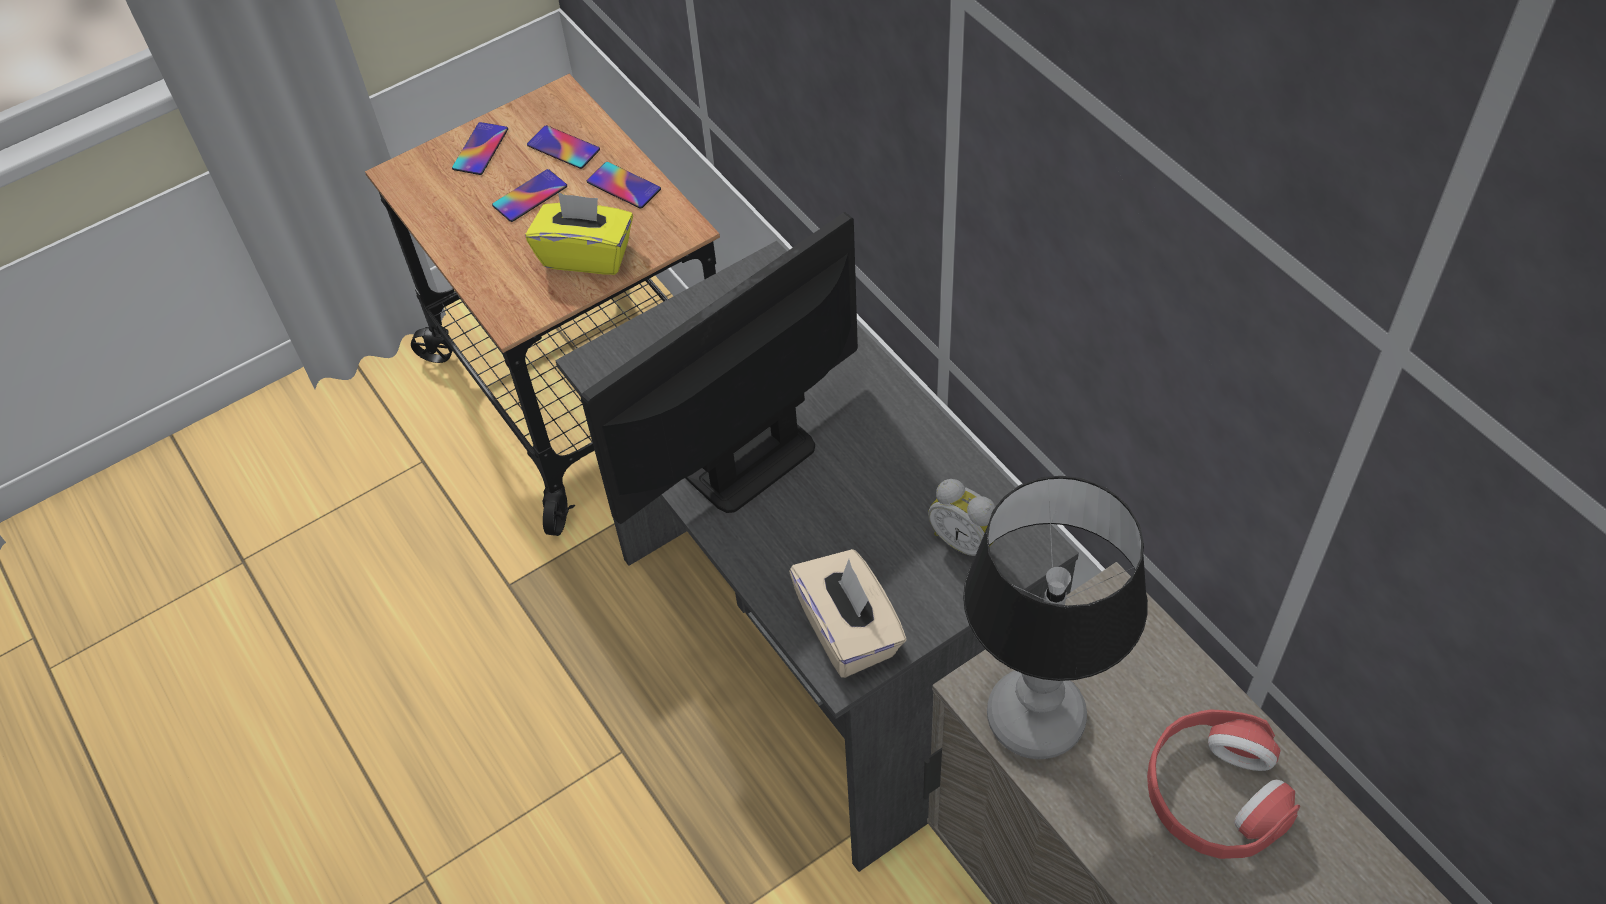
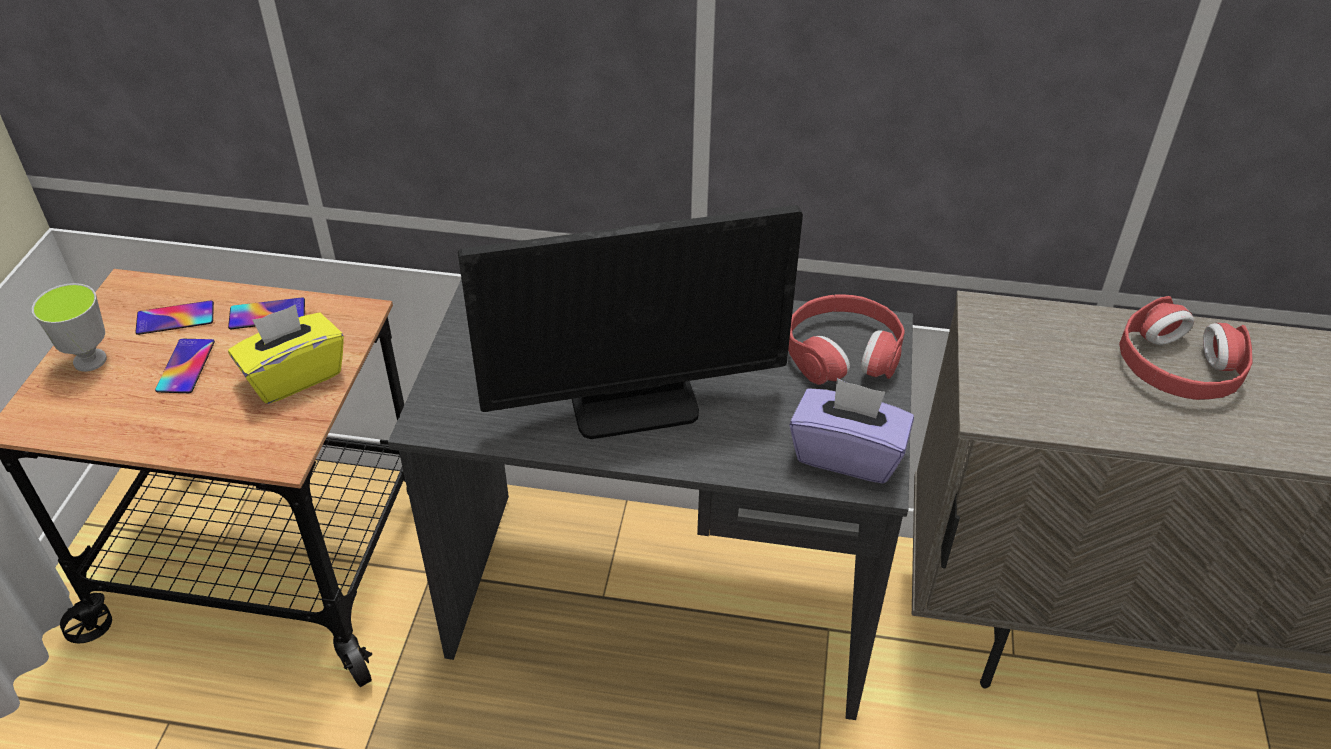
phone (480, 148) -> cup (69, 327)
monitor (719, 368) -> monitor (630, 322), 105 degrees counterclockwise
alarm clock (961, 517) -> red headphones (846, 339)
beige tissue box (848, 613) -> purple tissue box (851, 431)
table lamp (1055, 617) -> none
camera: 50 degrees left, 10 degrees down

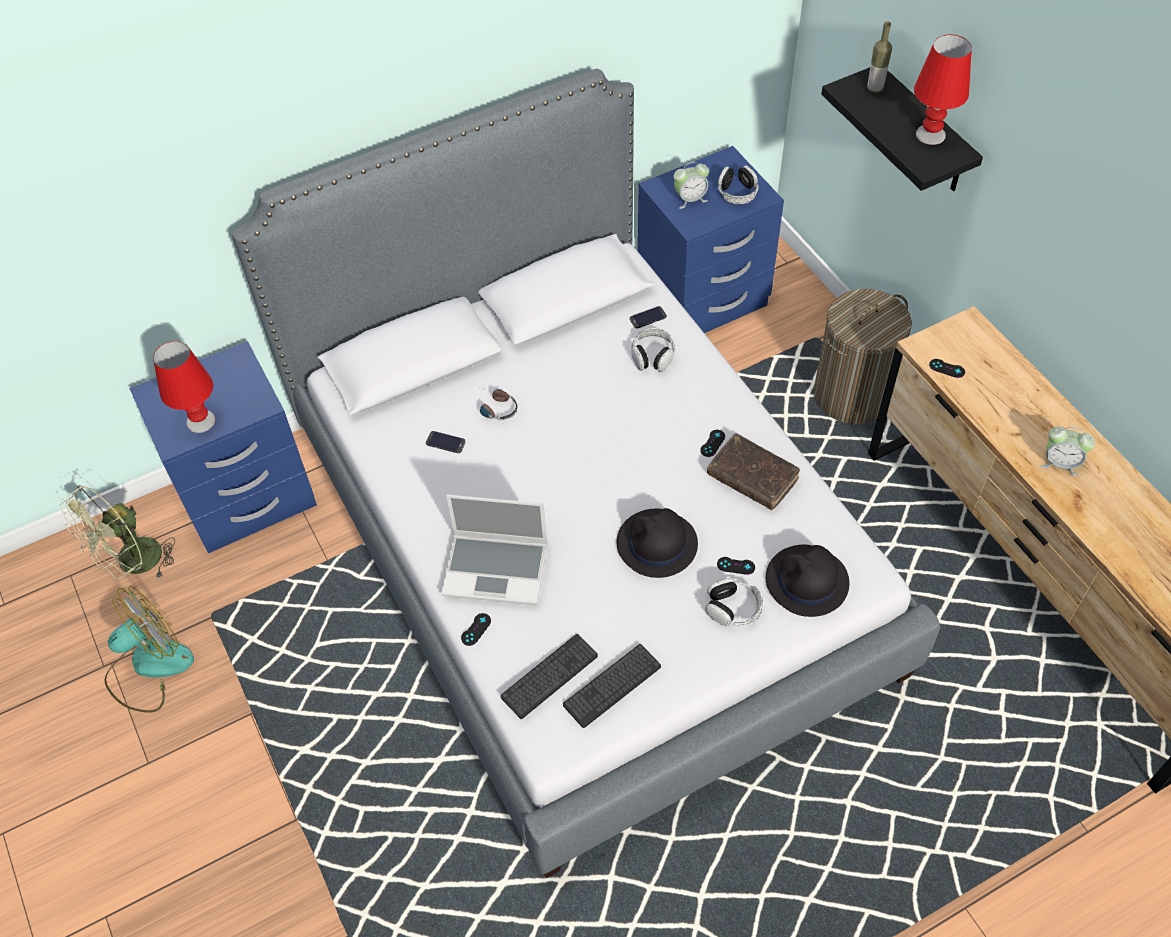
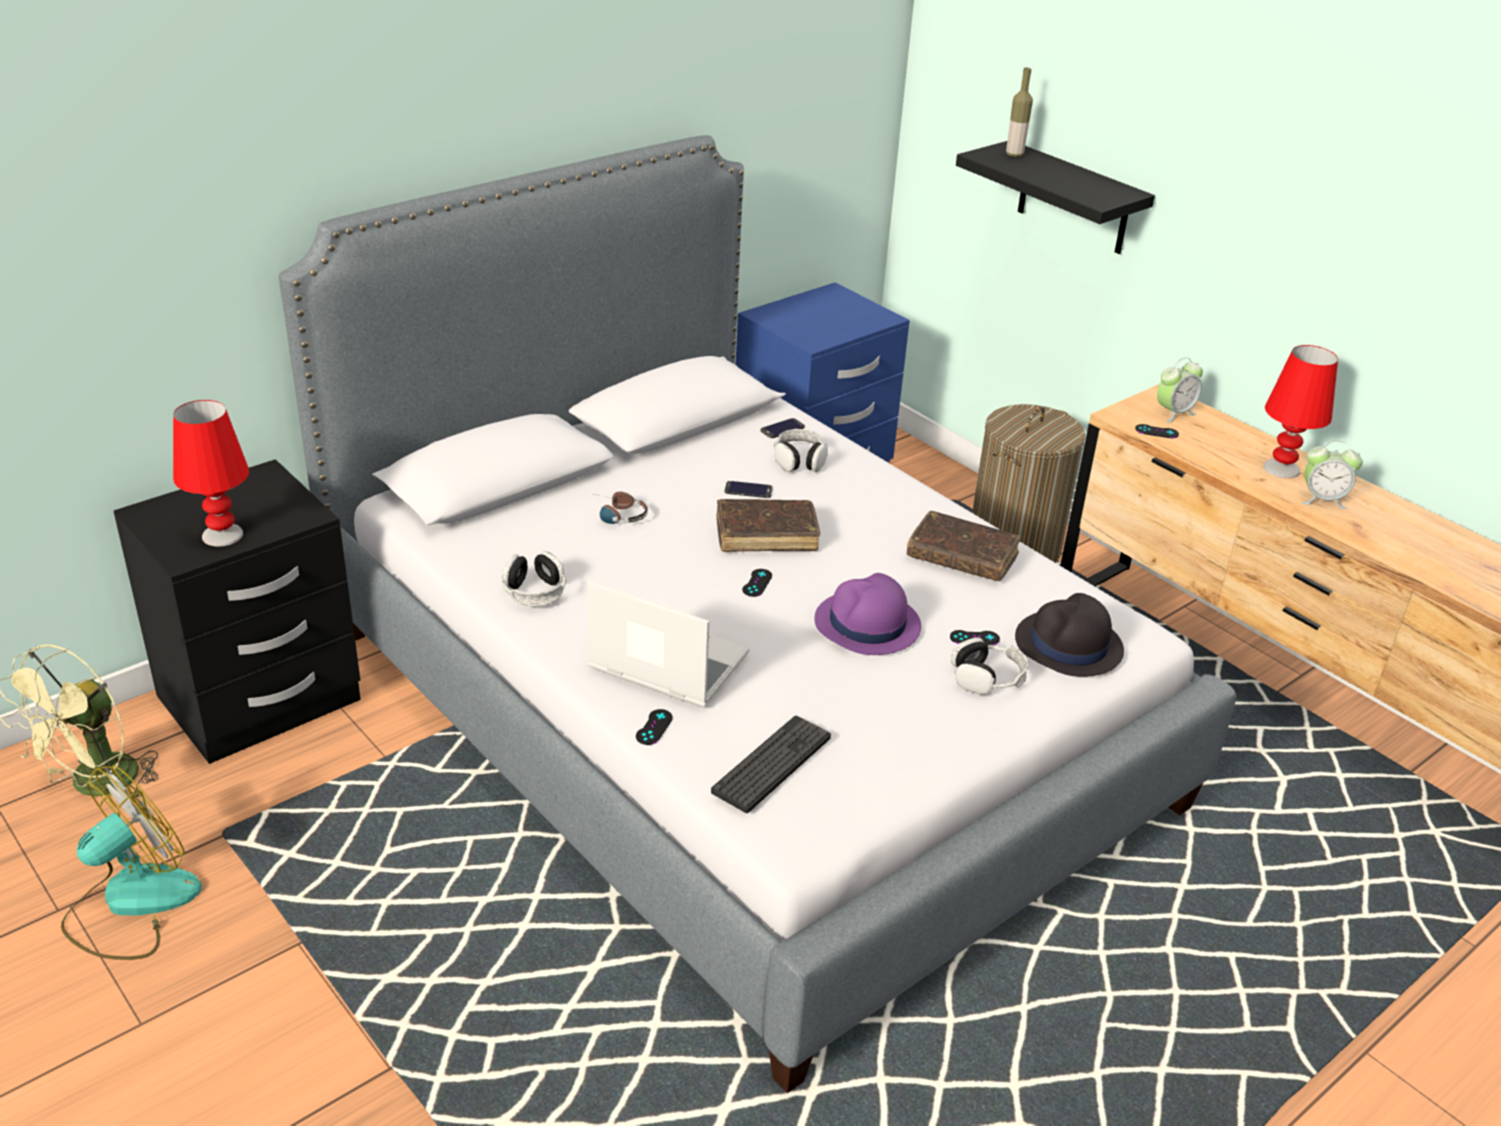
blue nightstand (223, 447) -> black nightstand (237, 611)
headphones (738, 184) -> headphones (534, 579), moved
laptop (494, 549) -> laptop (668, 644), 150 degrees counterclockwise
none -> brown book (768, 525)
phone (446, 442) -> phone (749, 489), moved
black game controller (712, 443) -> black game controller (757, 583), moved
black hat (657, 543) -> purple hat (867, 614)
alarm clock (691, 185) -> alarm clock (1180, 390), moved
red table lamp (943, 89) -> red table lamp (1301, 411), moved
keyboard (612, 686) -> none
camera: 15 degrees left, 20 degrees down

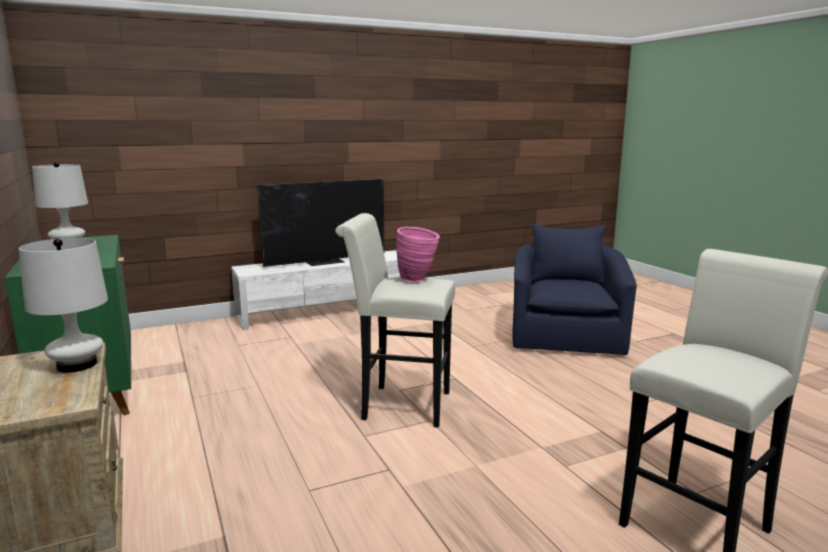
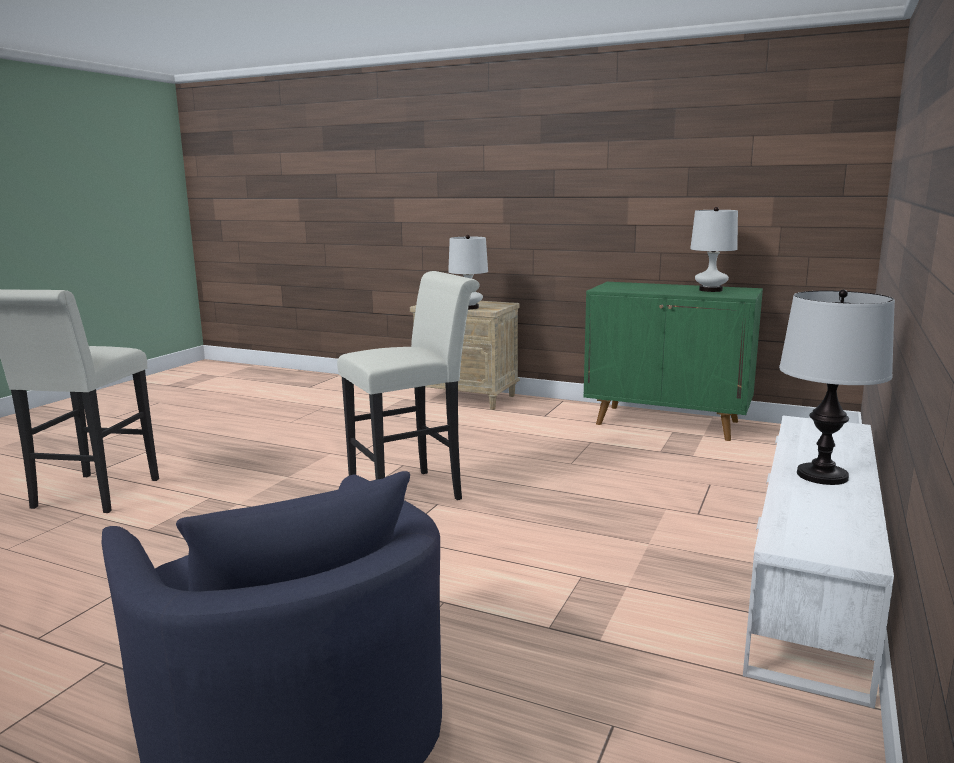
television (321, 223) -> table lamp (837, 387)
pink vase (418, 255) -> none
camera: 140 degrees right, 0 degrees up

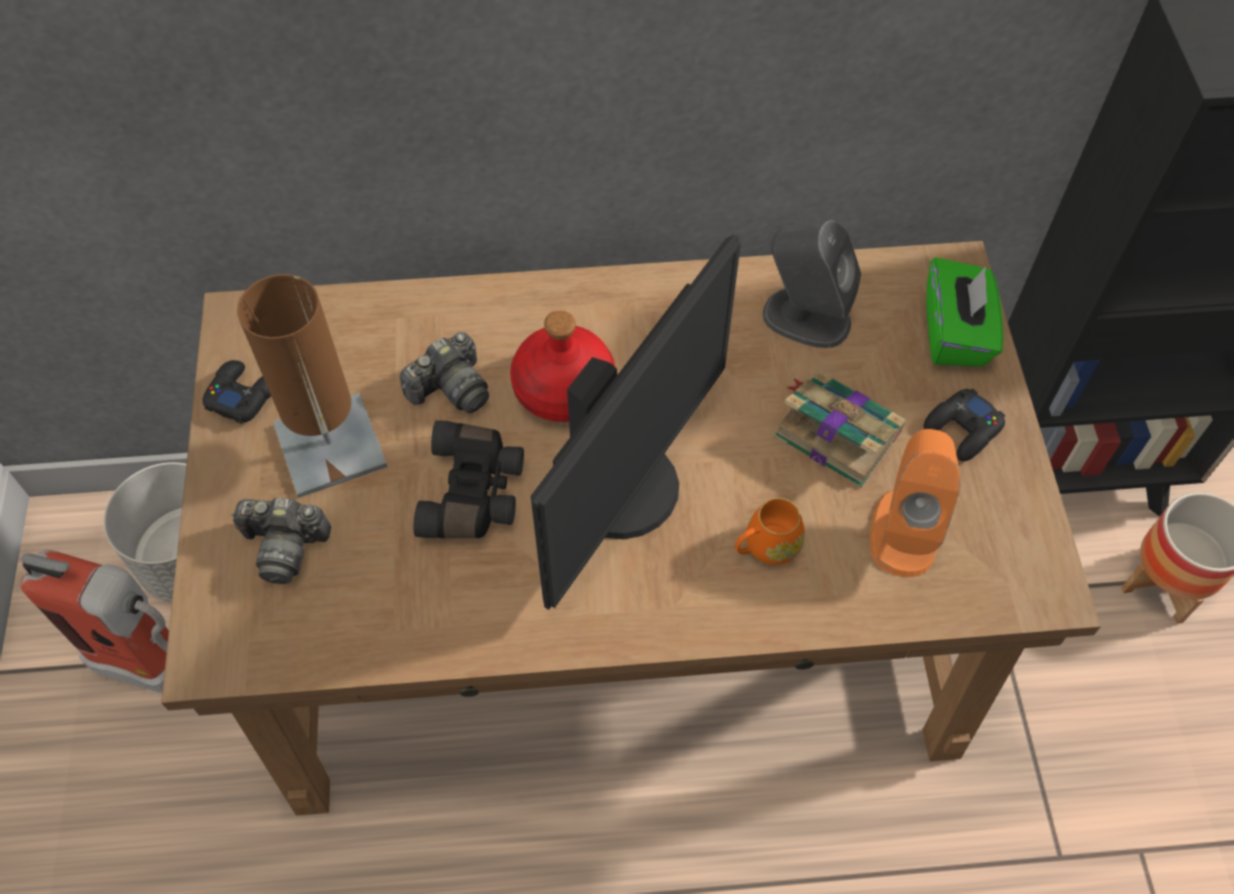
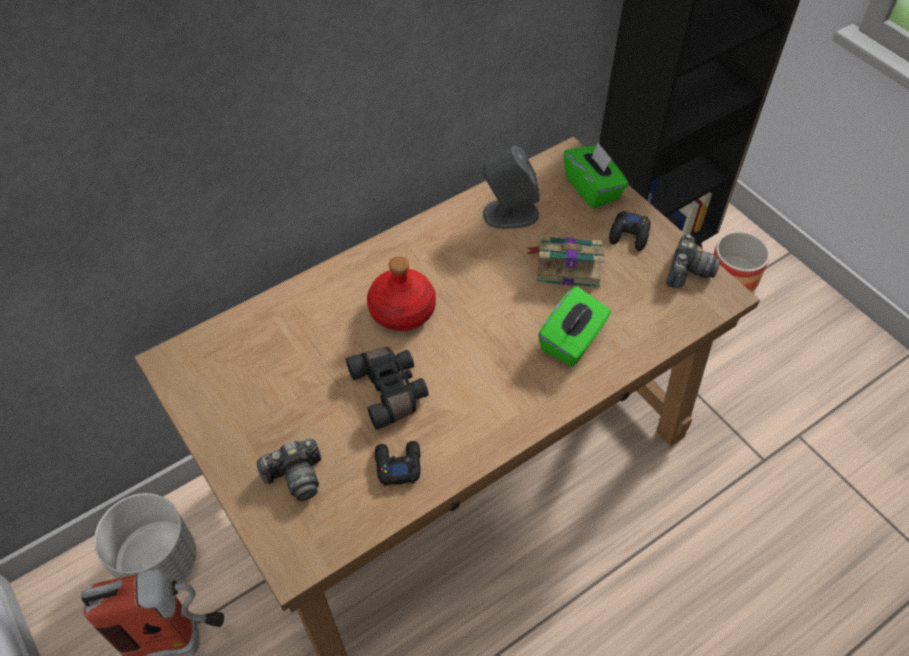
black game controller (237, 392) -> black game controller (397, 463), moved
orange mug (770, 531) -> green tissue box (574, 326)
photo camera (444, 372) -> photo camera (693, 261), moved
brown table lamp (312, 386) -> none
monitor (636, 422) -> none
orange speaker (915, 503) -> none
camera: 30 degrees left, 5 degrees down

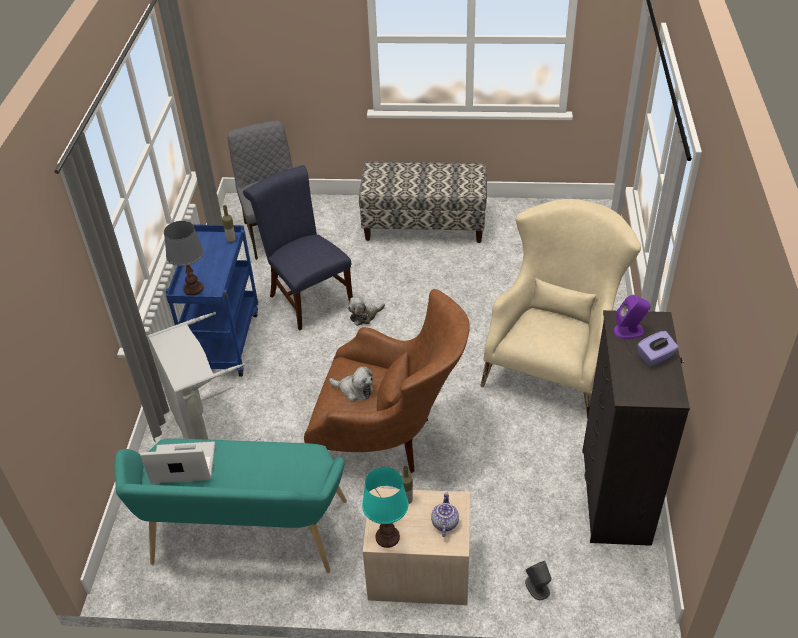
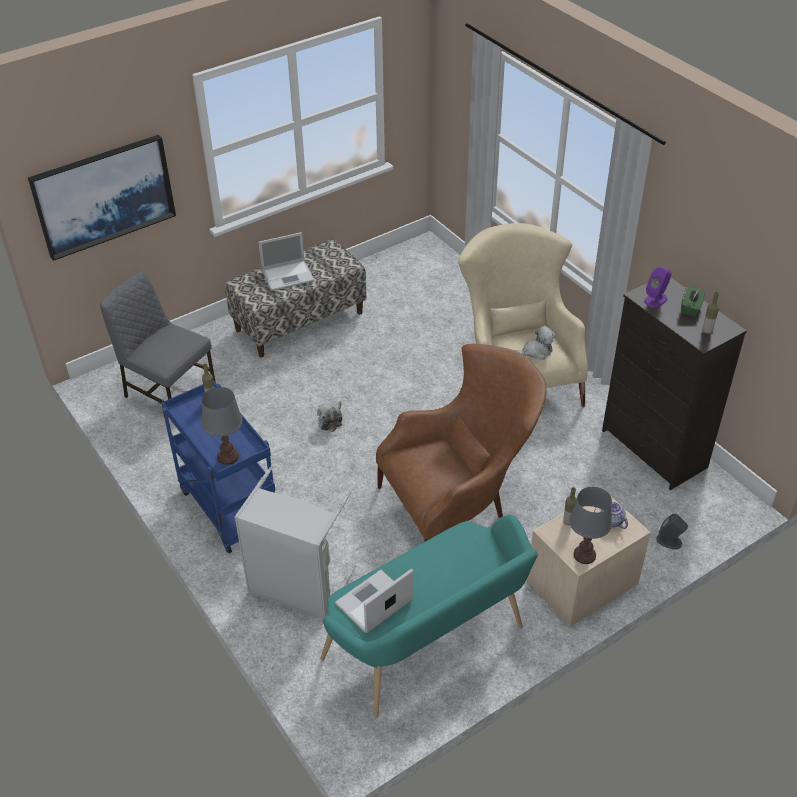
none -> picture (102, 198)
none -> laptop (286, 261)
plush toy (351, 384) -> plush toy (535, 342), moved
turquoise table lamp (385, 507) -> grey table lamp (590, 525)
purple tissue box (657, 349) -> green tissue box (693, 301)
none -> bottle (710, 313)
blue chair (298, 248) -> none
camera: 40 degrees left, 0 degrees up

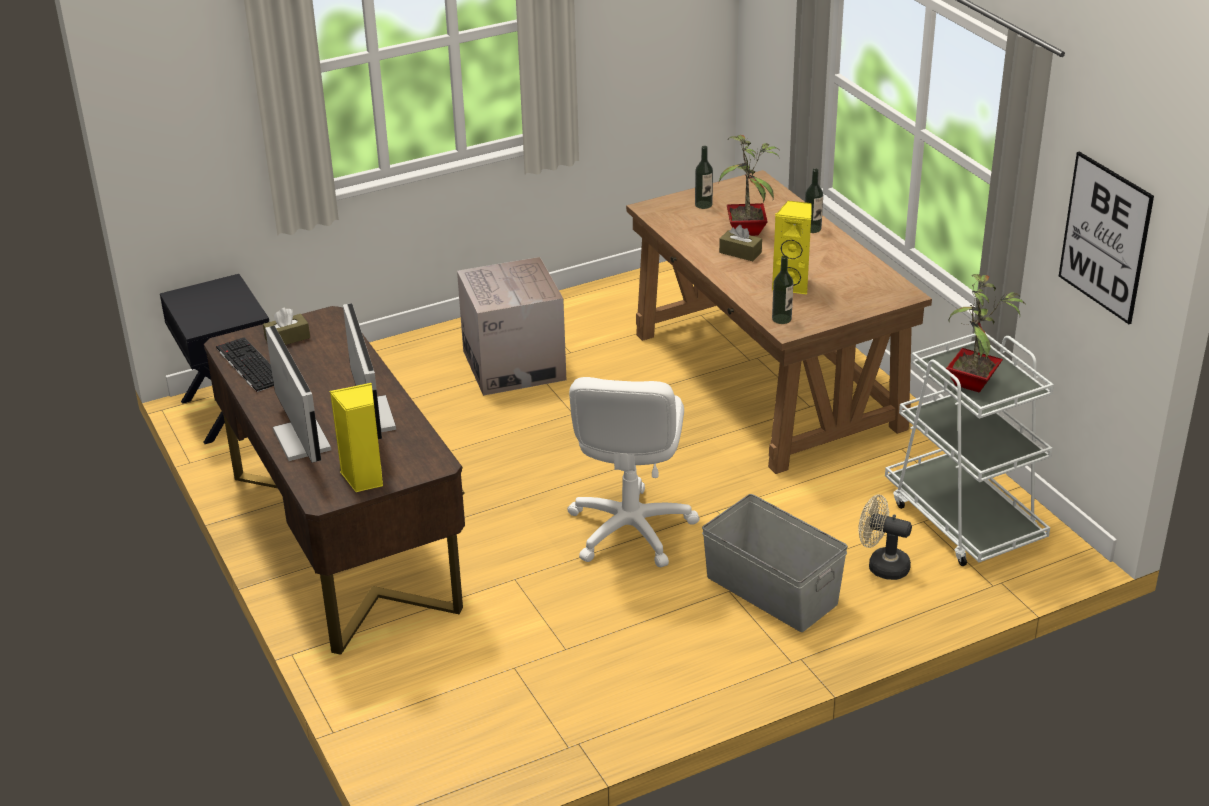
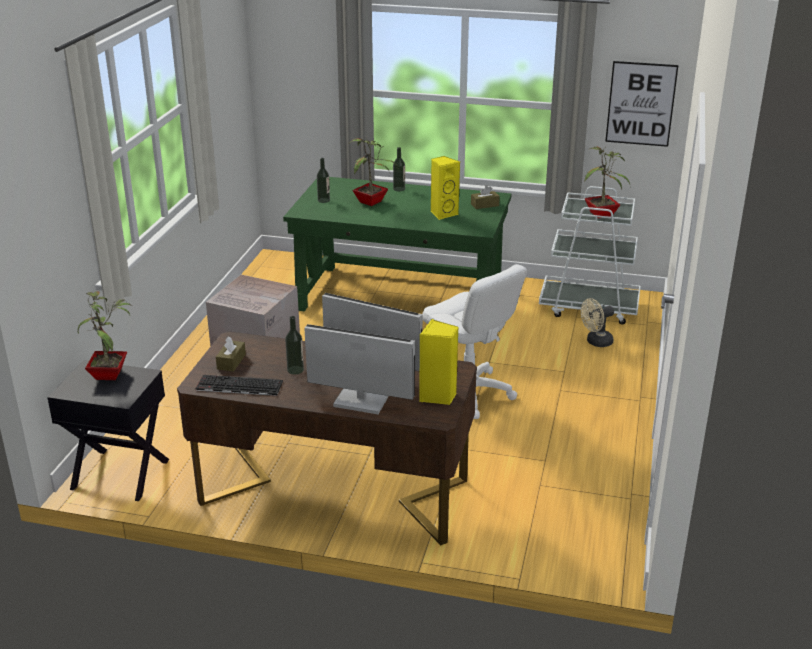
none -> potted plant (105, 335)
brown desk (779, 322) -> green desk (397, 244)
bottle (782, 289) -> bottle (294, 345), moved
brown tissue box (740, 243) -> brown tissue box (485, 197), moved
grey storage box (775, 563) -> none
camera: 50 degrees left, 5 degrees down

